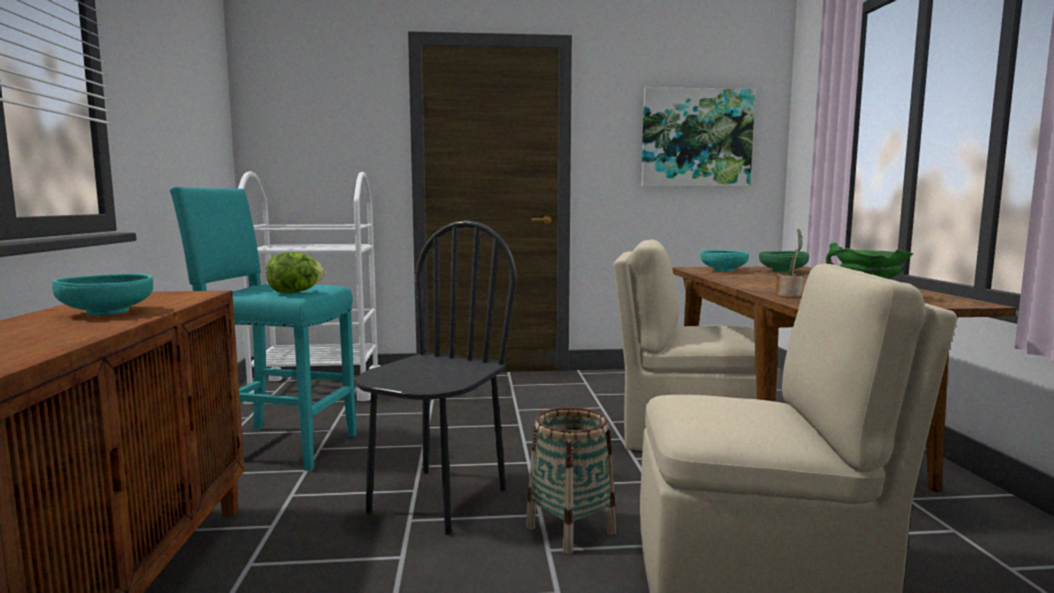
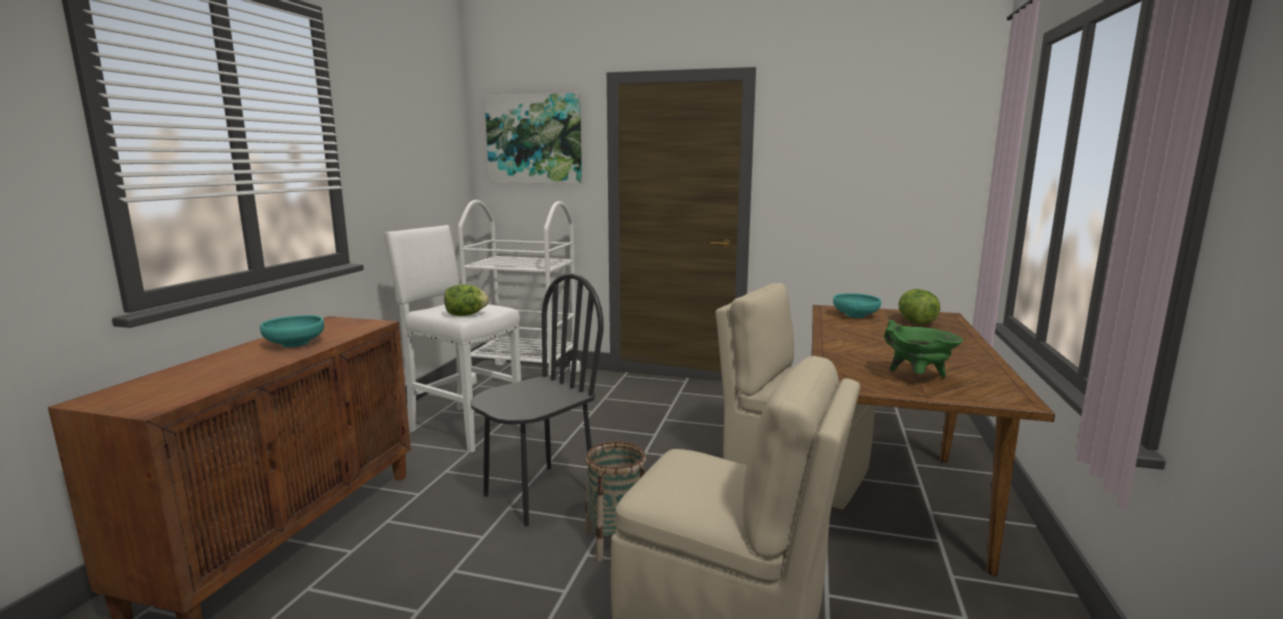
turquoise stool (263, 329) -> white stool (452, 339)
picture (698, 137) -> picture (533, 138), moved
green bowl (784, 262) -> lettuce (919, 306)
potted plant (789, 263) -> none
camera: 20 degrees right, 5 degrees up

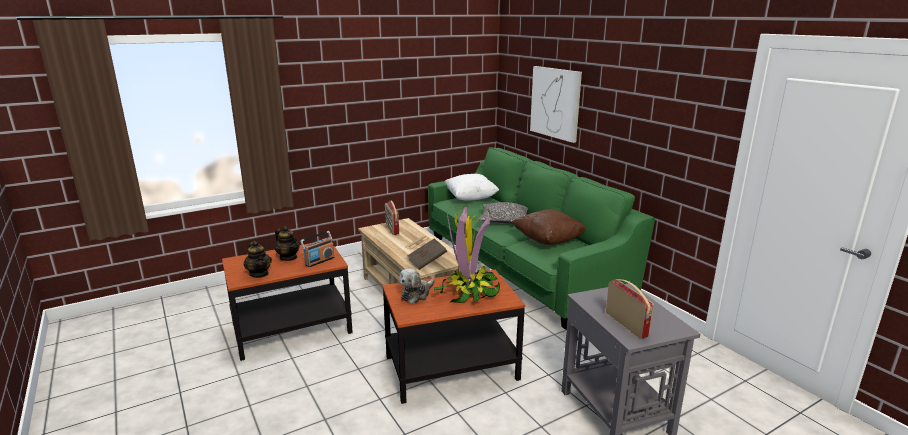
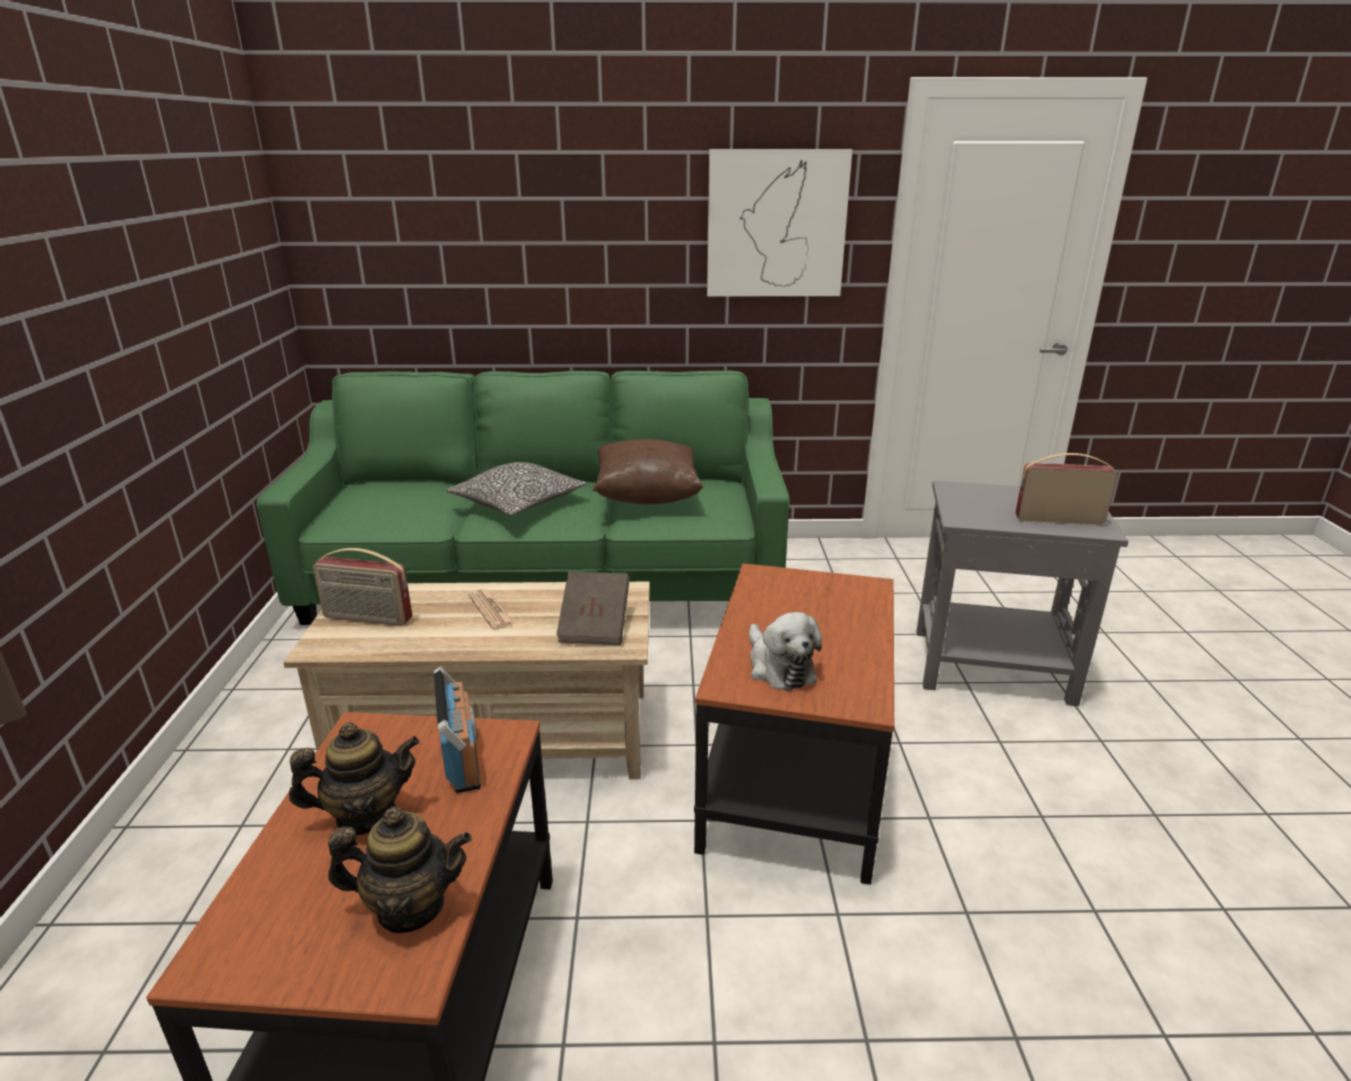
picture (556, 104) -> picture (779, 223), moved
potted plant (467, 253) -> none
white pillow (471, 187) -> none
camera: 60 degrees left, 5 degrees up

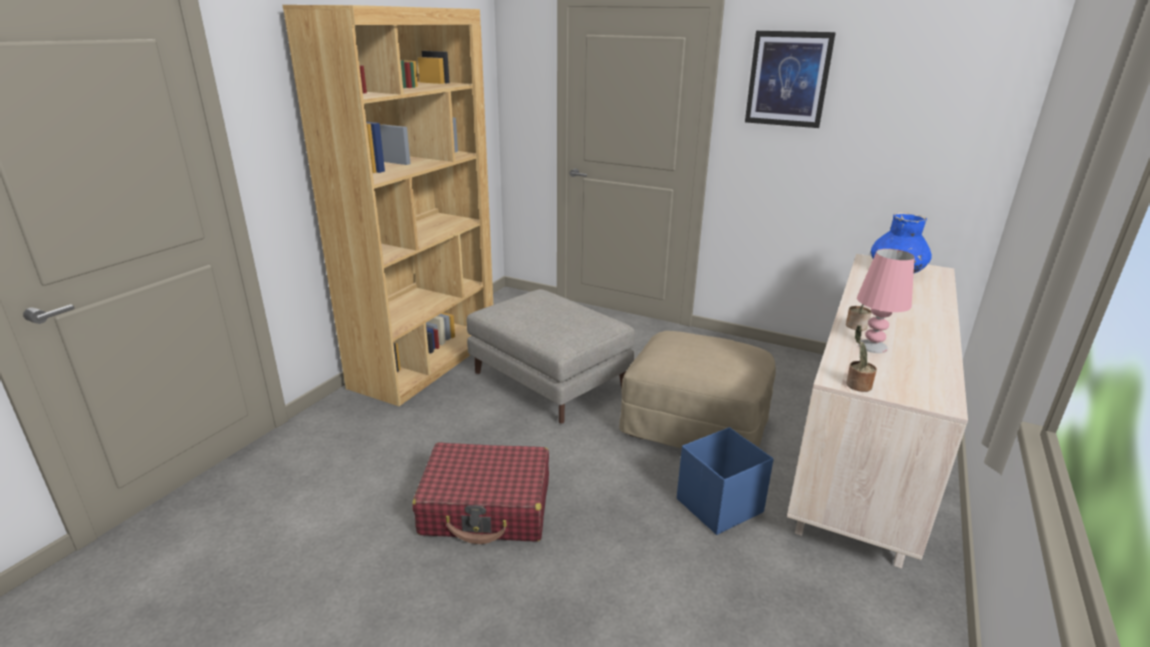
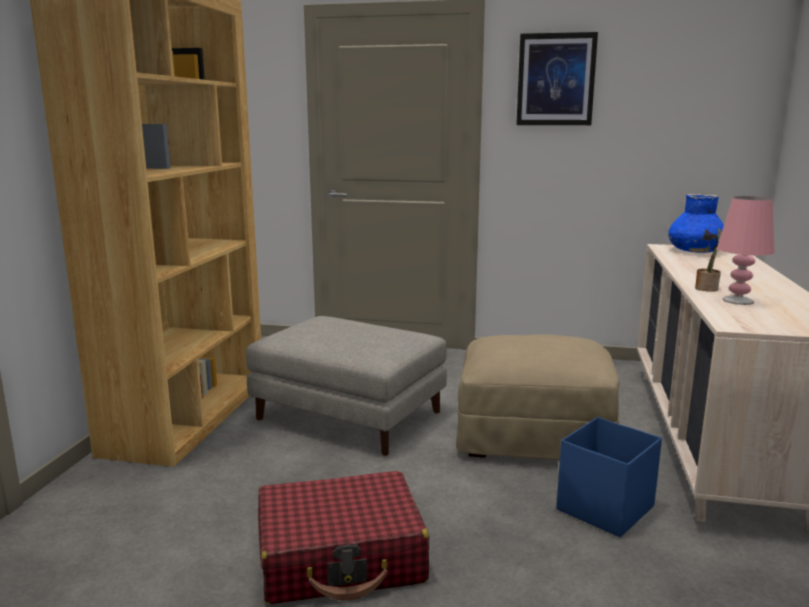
potted plant (861, 358) -> none
camera: 15 degrees left, 10 degrees down

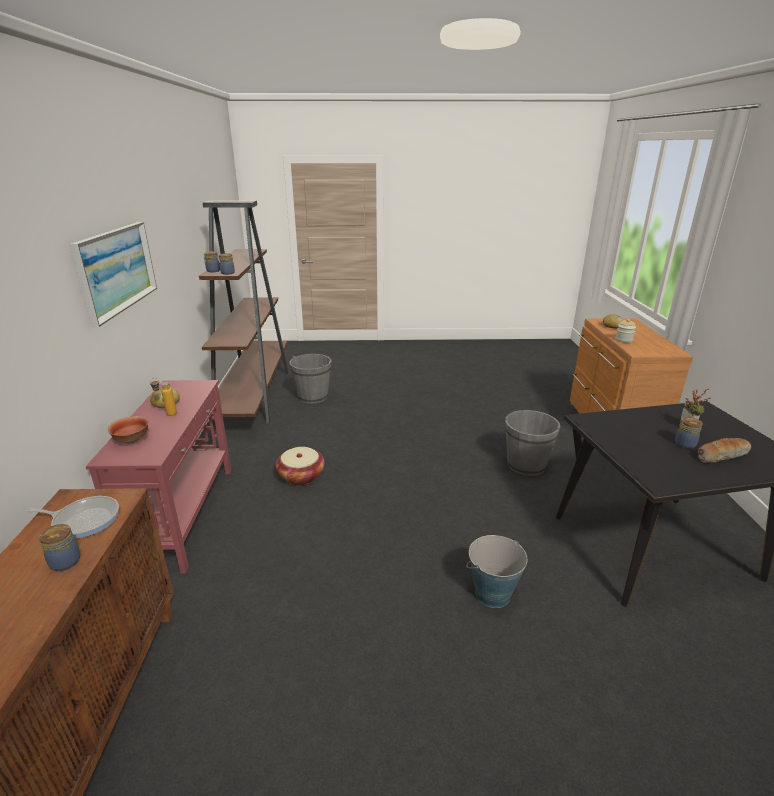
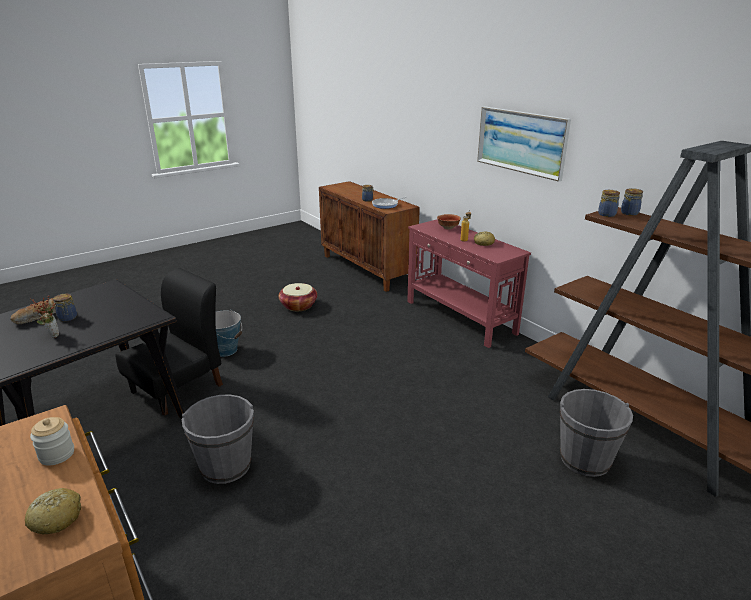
none -> black chair (169, 342)
basket (300, 466) -> basket (298, 297), moved
camera: 145 degrees right, 0 degrees up

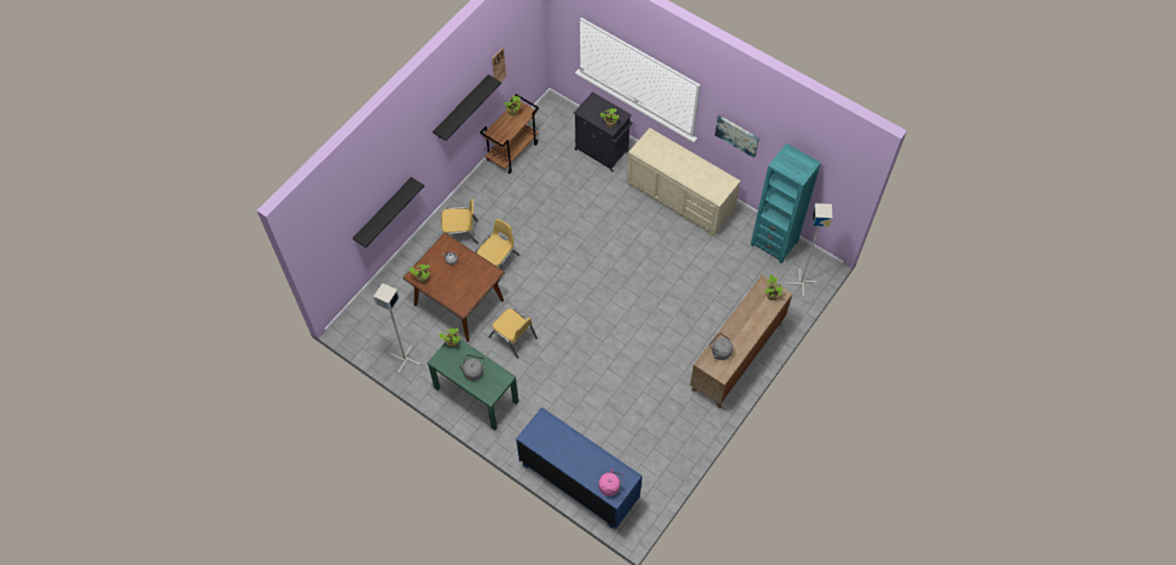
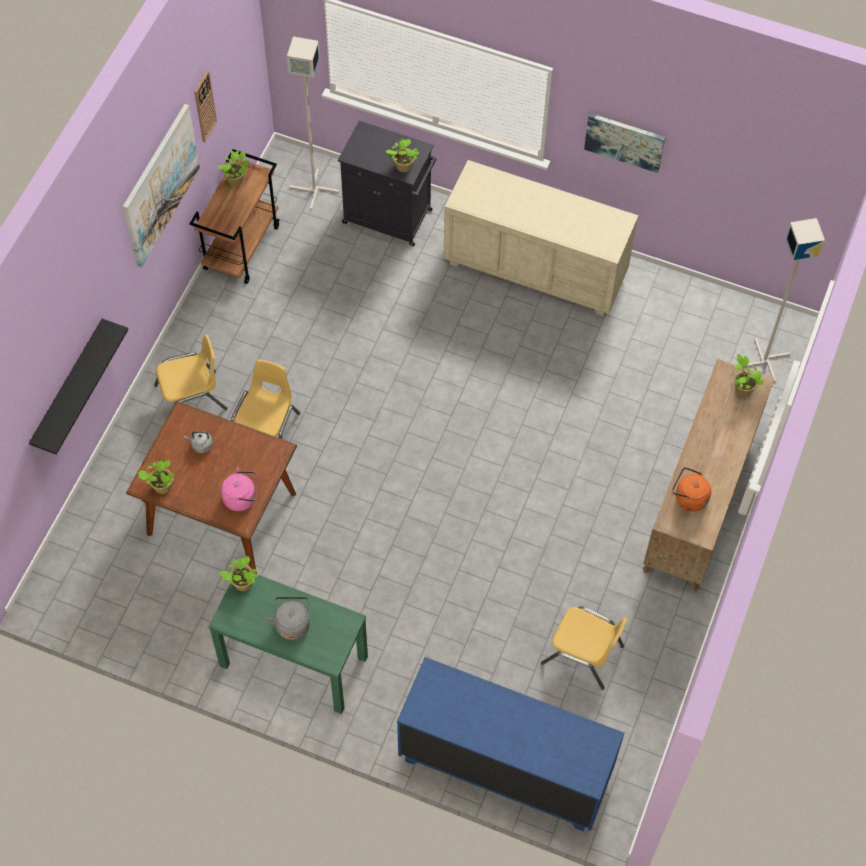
black shelf (467, 107) -> picture (161, 186)
pink kettle (611, 482) -> pink kettle (239, 489), moved
grey floor lamp (397, 328) -> grey floor lamp (313, 123), moved
yellow chair (513, 333) -> yellow chair (584, 648), moved
grey kettle (721, 346) -> orange kettle (691, 489)
turquoise bookcase (786, 203) -> none
camera: 15 degrees left, 0 degrees up

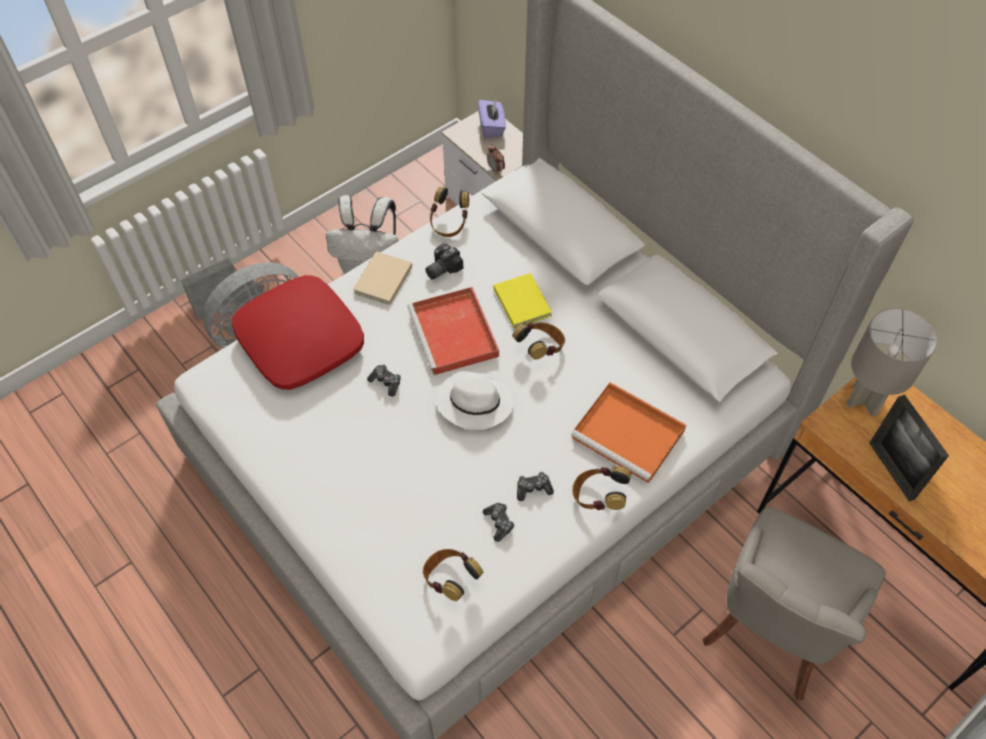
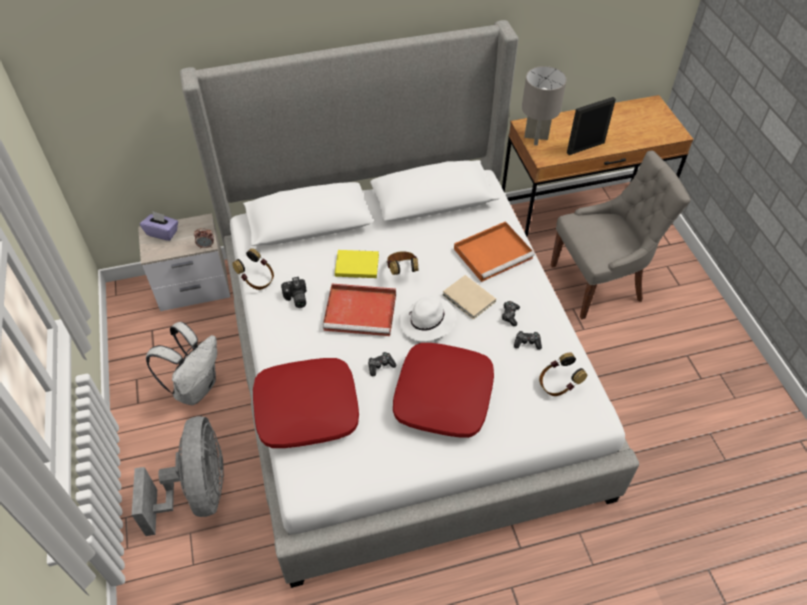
none -> red pillow (443, 390)
beige book (382, 278) -> beige book (469, 297), moved
grey chair (794, 604) -> grey chair (621, 234), 75 degrees counterclockwise
picture frame (909, 448) -> picture frame (591, 126), 150 degrees clockwise
headphones (601, 488) -> none
camera: 65 degrees left, 5 degrees down

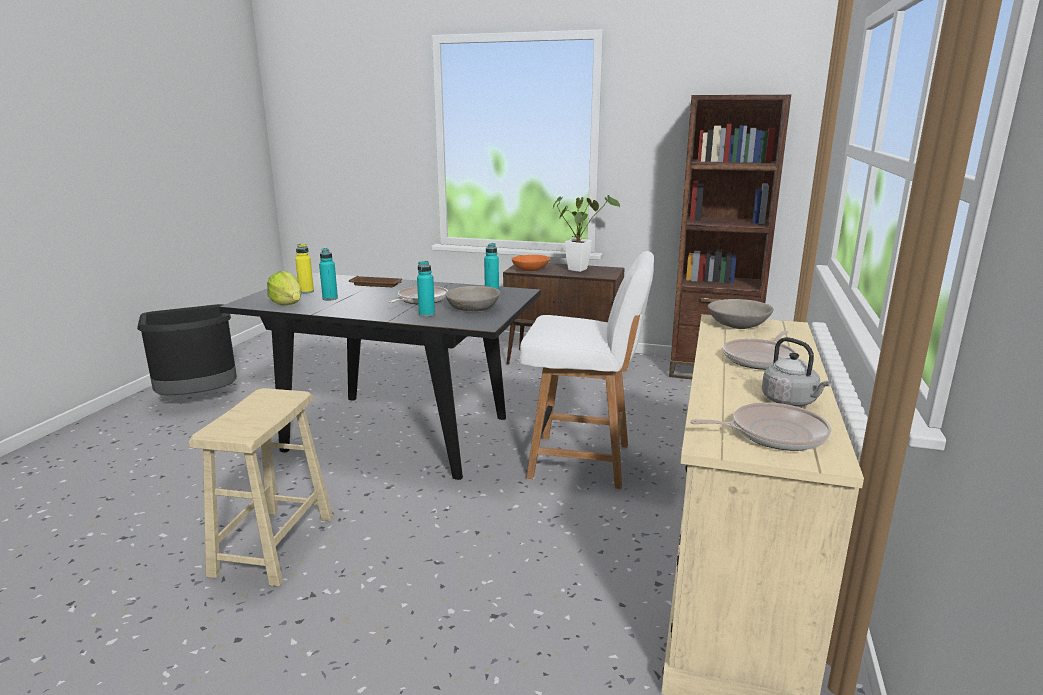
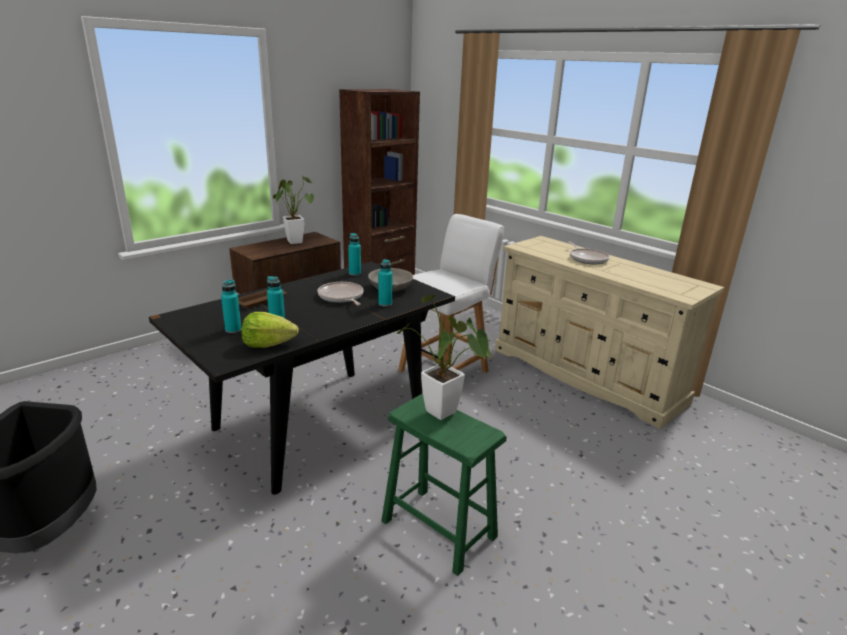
yellow bottle (304, 269) -> turquoise bottle (231, 306)
beige stool (261, 487) -> green stool (444, 485)
none -> potted plant (444, 357)
orange bowl (531, 263) -> none
frying pan (760, 426) -> none
grey bowl (740, 314) -> none
grey kettle (796, 371) -> none
camera: 60 degrees left, 5 degrees up

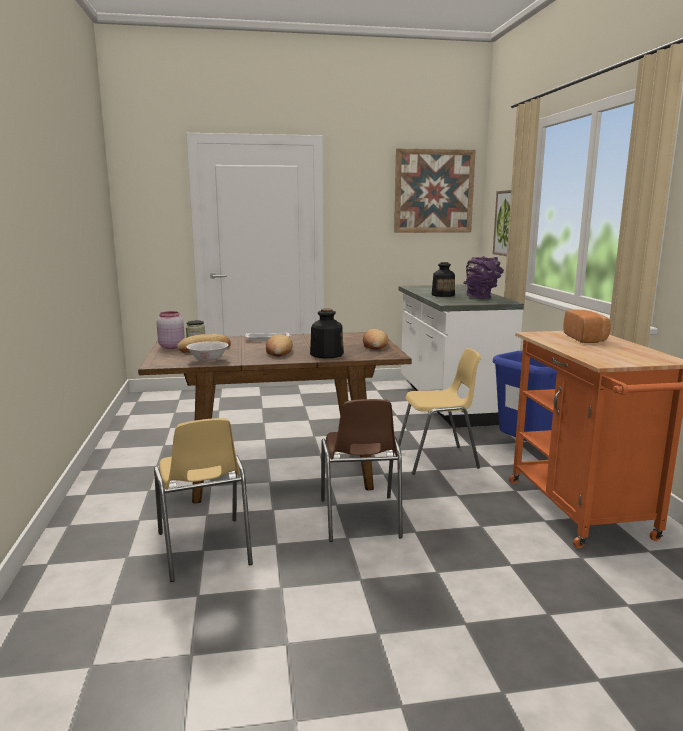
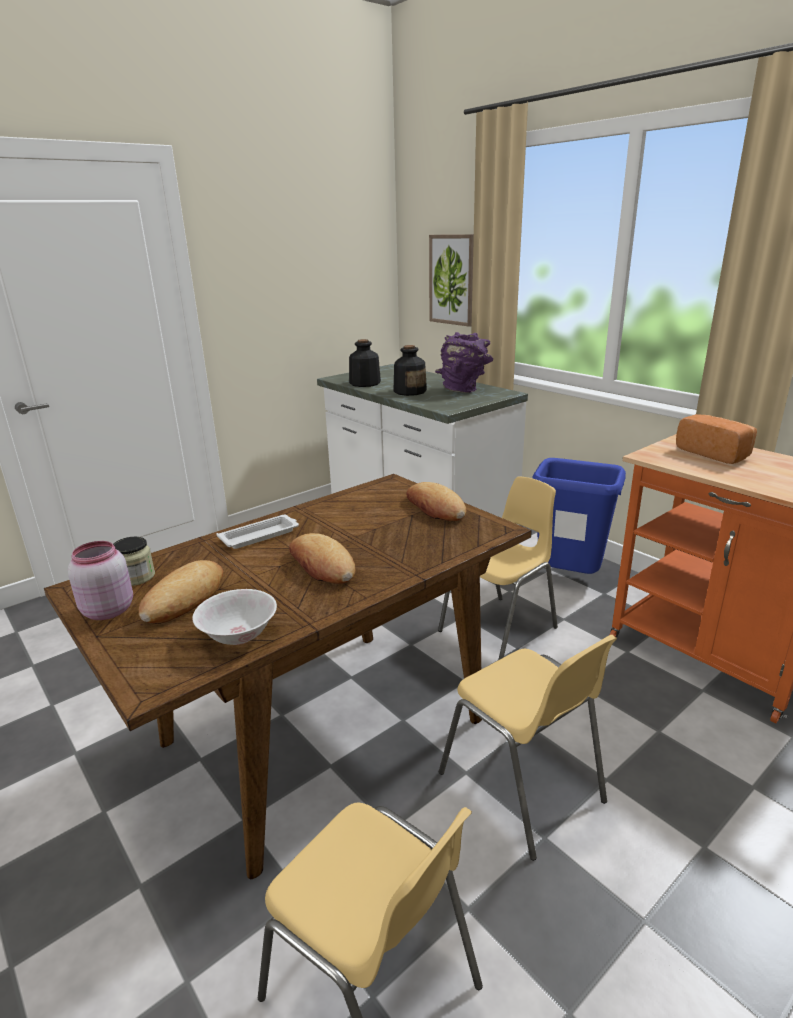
bottle (327, 333) -> bottle (365, 363), moved
brown chair (362, 470) -> yellow chair (528, 748)
picture (435, 191) -> none
camera: 30 degrees left, 10 degrees up

